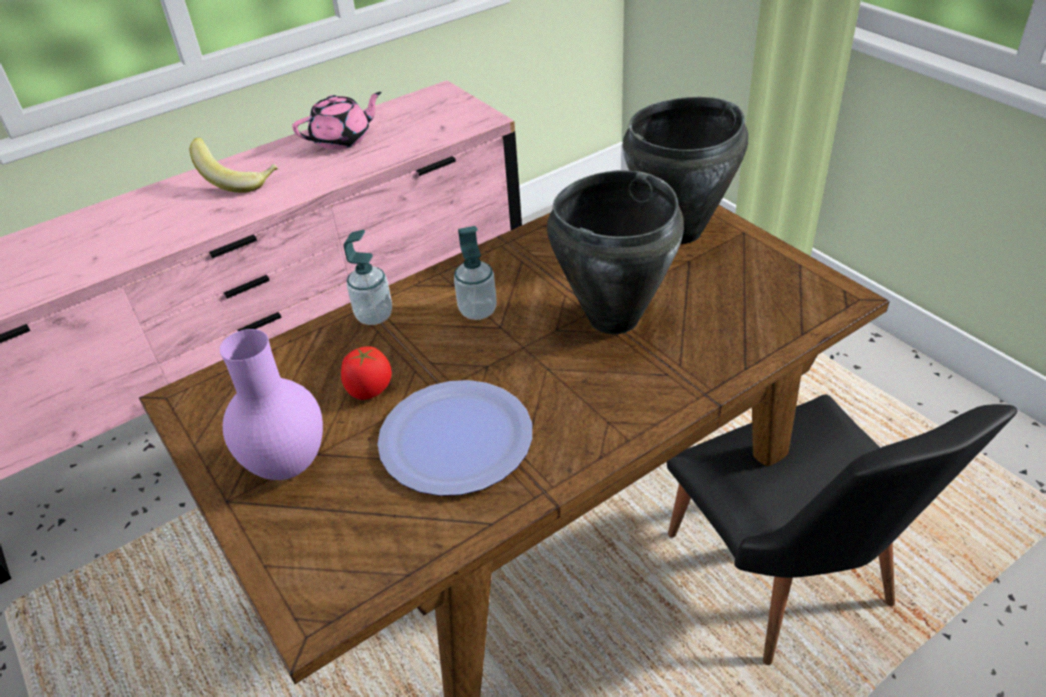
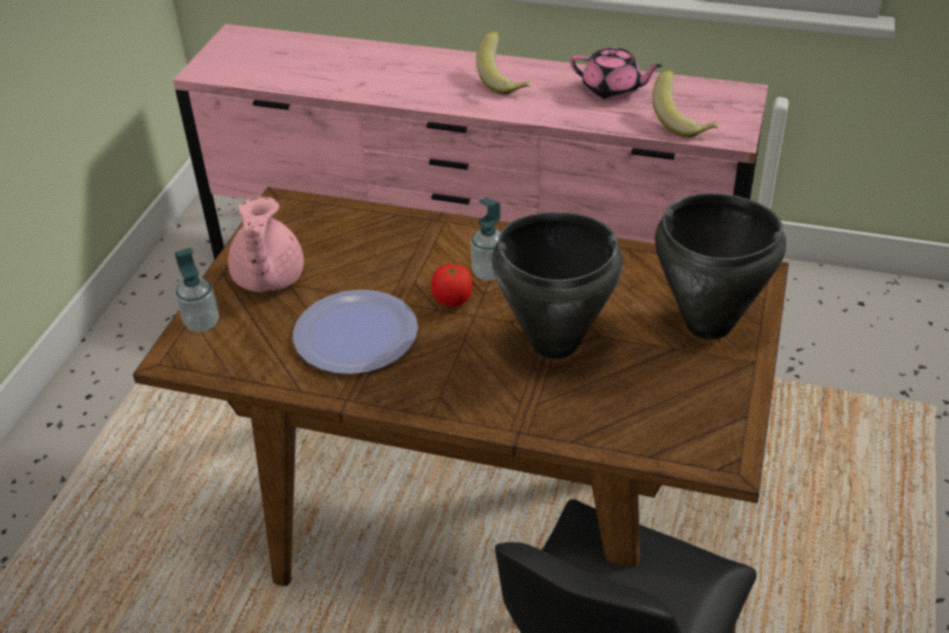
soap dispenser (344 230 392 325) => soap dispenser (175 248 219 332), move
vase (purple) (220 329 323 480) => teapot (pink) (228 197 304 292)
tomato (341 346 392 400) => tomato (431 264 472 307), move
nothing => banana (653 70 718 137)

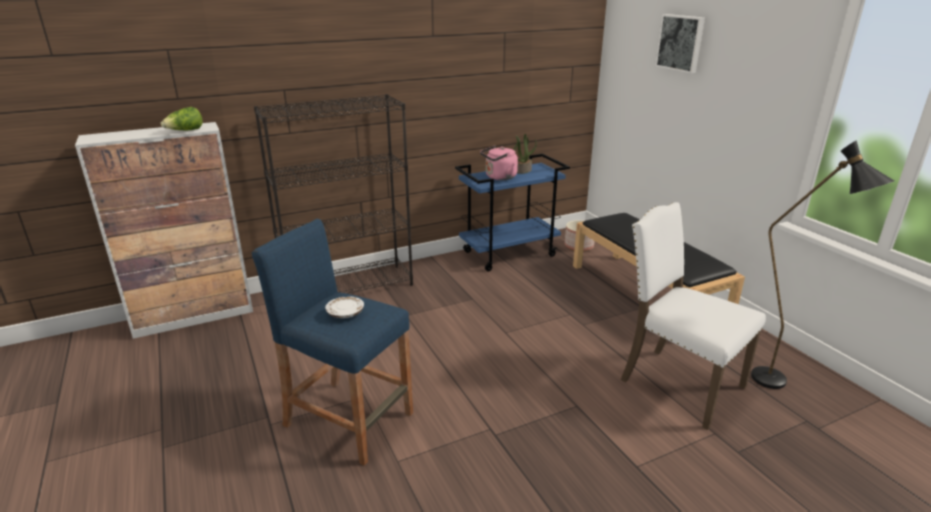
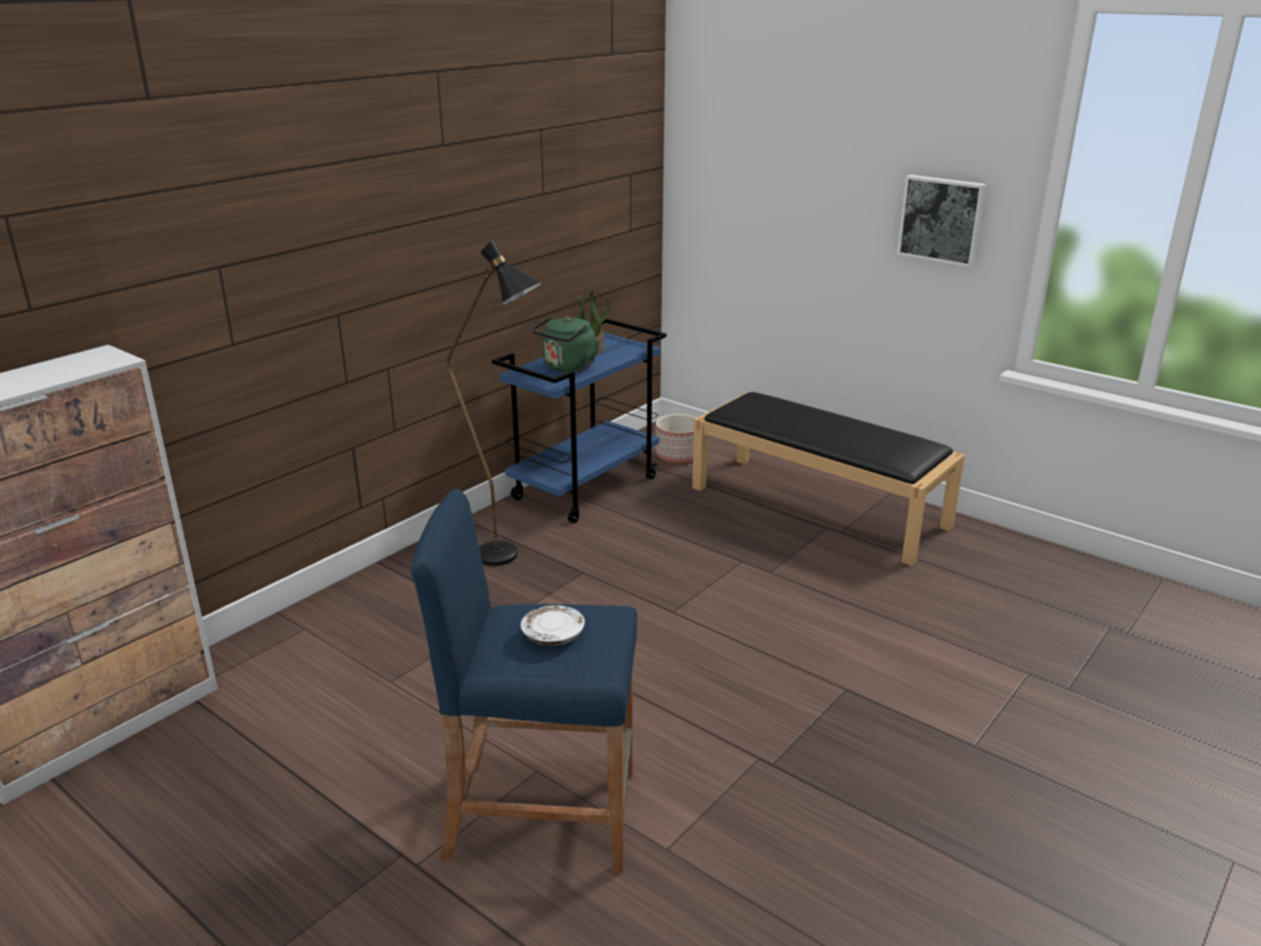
picture (655 14 705 73) => picture (897 175 987 267), move
bookcase (black) (254 94 413 294) => nothing
lettuce (161 107 202 130) => nothing
floor lamp (black) (751 140 894 389) => floor lamp (black) (447 240 542 566), move
kettle (pink) (480 145 518 180) => kettle (green) (532 316 599 372)
chair (white) (620 202 766 430) => nothing

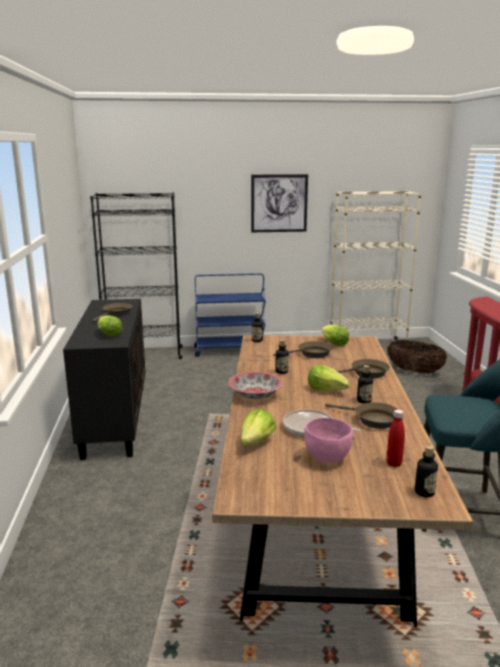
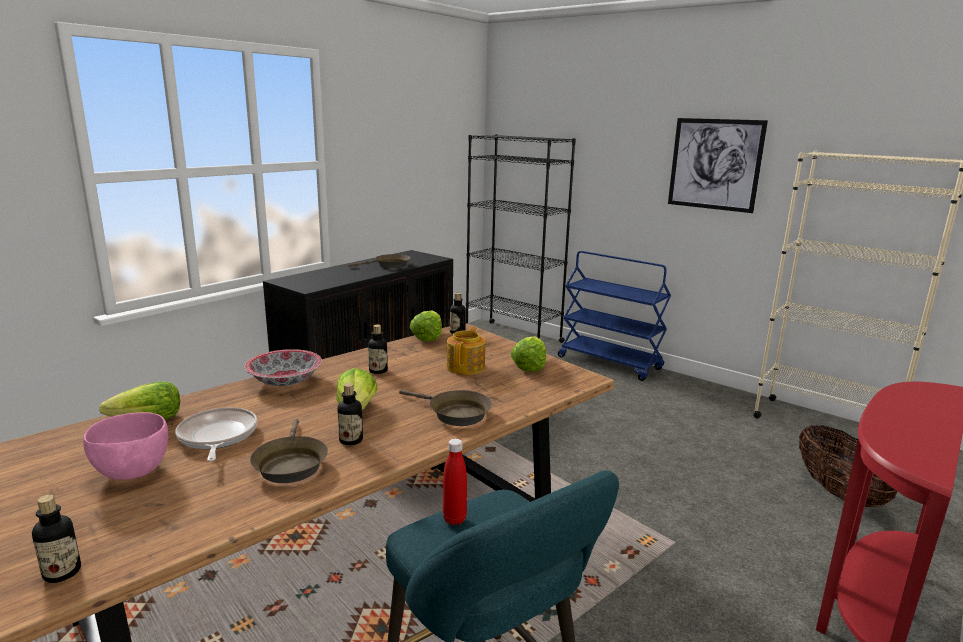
lettuce (98 315 123 336) => lettuce (410 311 442 341), move
frying pan (brown) (273 341 333 358) => teapot (446 326 486 375)
bottle (red) (386 409 405 467) => bottle (red) (443 439 467 525), move

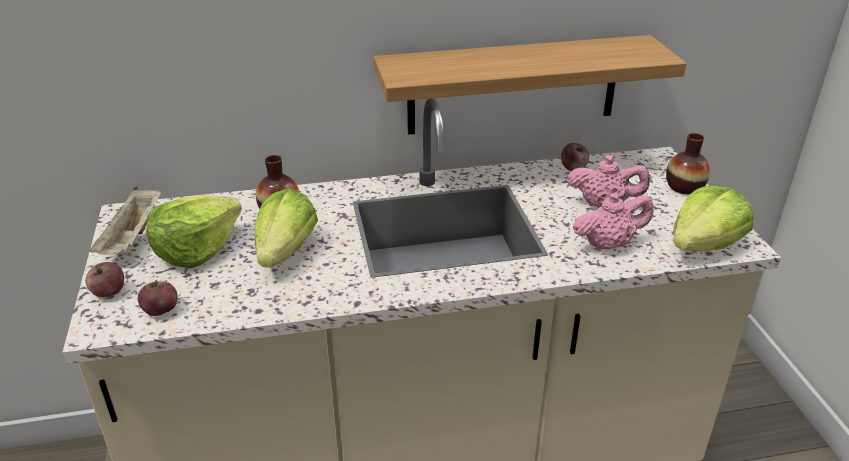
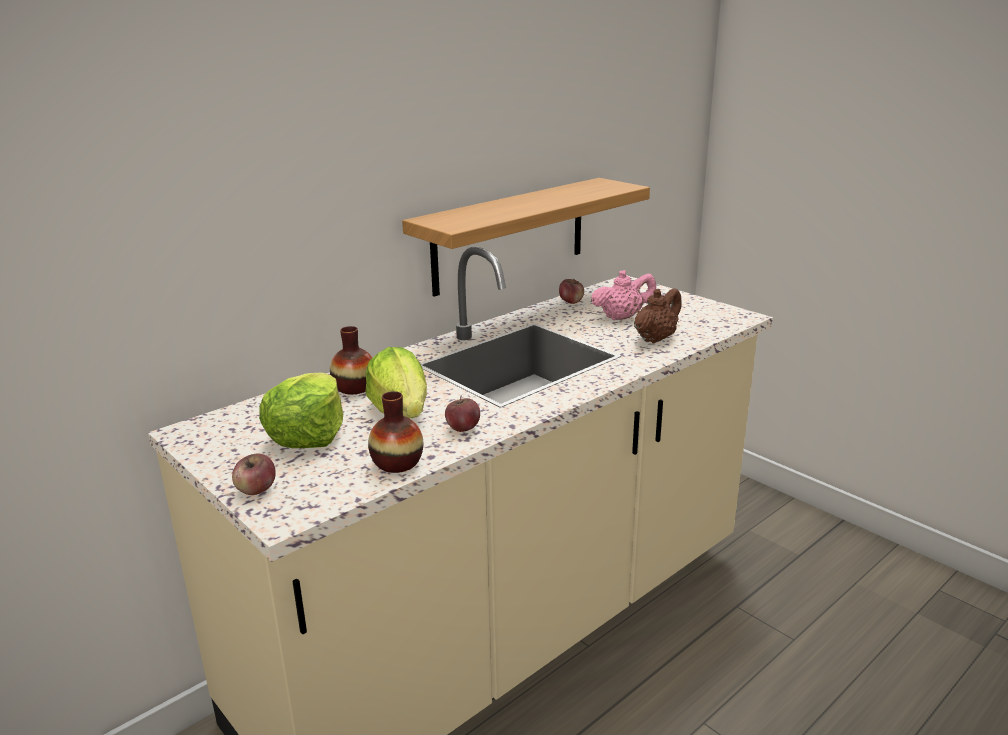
vase (666 133 710 195) => vase (368 391 423 473), move
tray (beige) (90 186 161 255) => nothing
lettuce (673 186 754 252) => nothing
teapot (pink) (573 192 653 250) => teapot (brown) (634 288 682 343)
apple (138 280 178 316) => apple (445 396 480 432), move

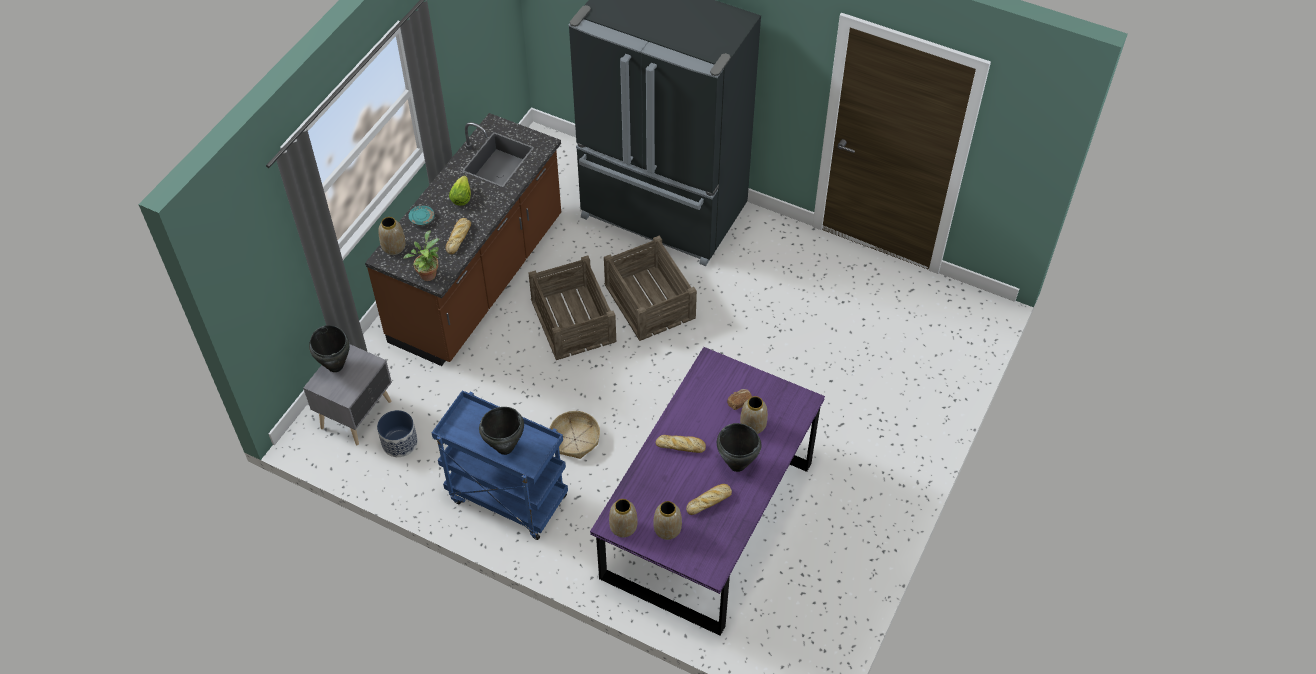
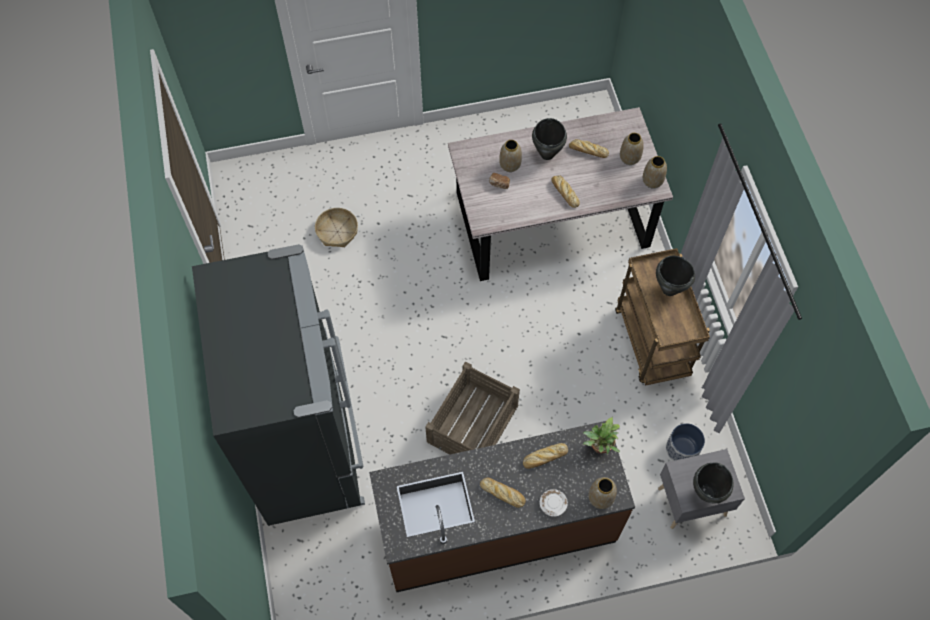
lettuce (449 176 471 206) => bread (480 478 526 508)
plate (turquoise) (408 206 434 226) => plate (white) (540 489 568 516)
crate (604 235 697 341) => nothing
dining table (purple) (590 347 825 636) => dining table (grey) (448 107 673 281)
cart (blue) (432 390 568 540) => cart (brown) (615 248 710 386)
basket (549 411 600 459) => basket (315 208 358 247), move

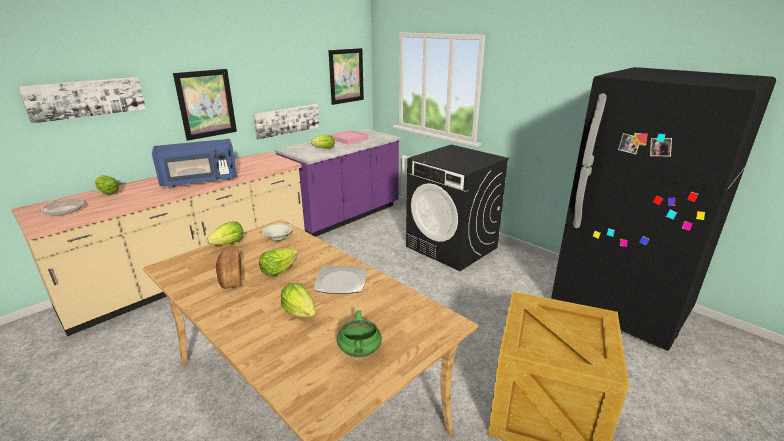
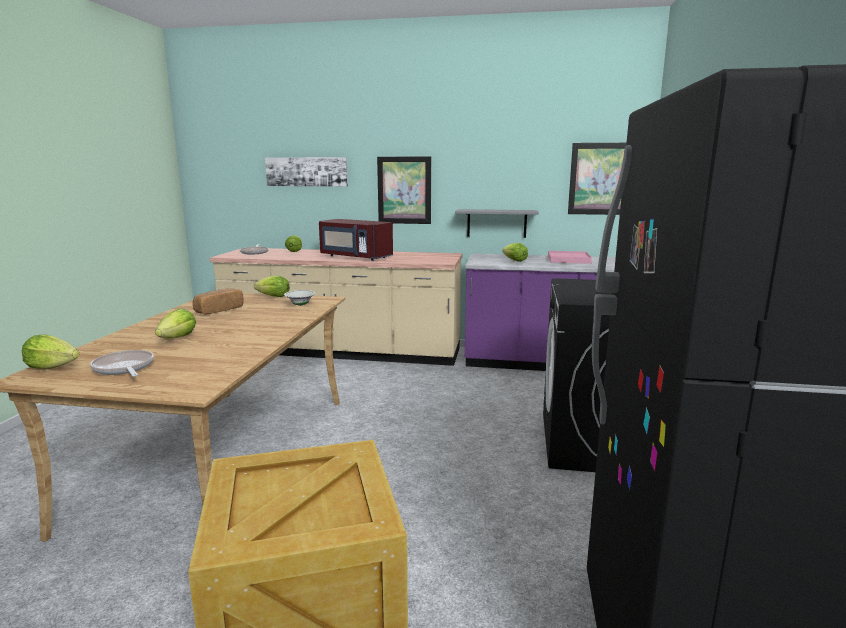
picture (253 104 319 140) => shelf (grey) (455 209 539 238)
microwave (blue) (152 139 237 187) => microwave (red) (319 219 393 261)
lettuce (259 248 298 276) => lettuce (22 335 79 369), move
plate (314 266 366 294) => nothing
cooking pot (green) (337 311 382 358) => frying pan (90 350 154 377)

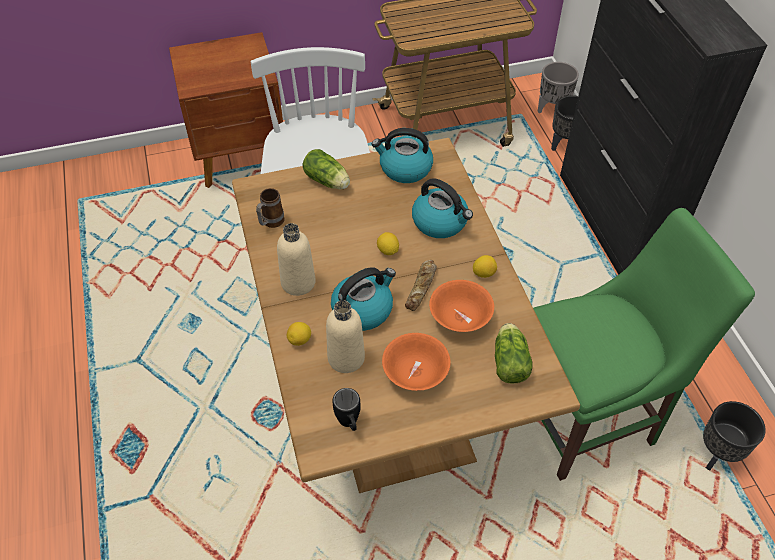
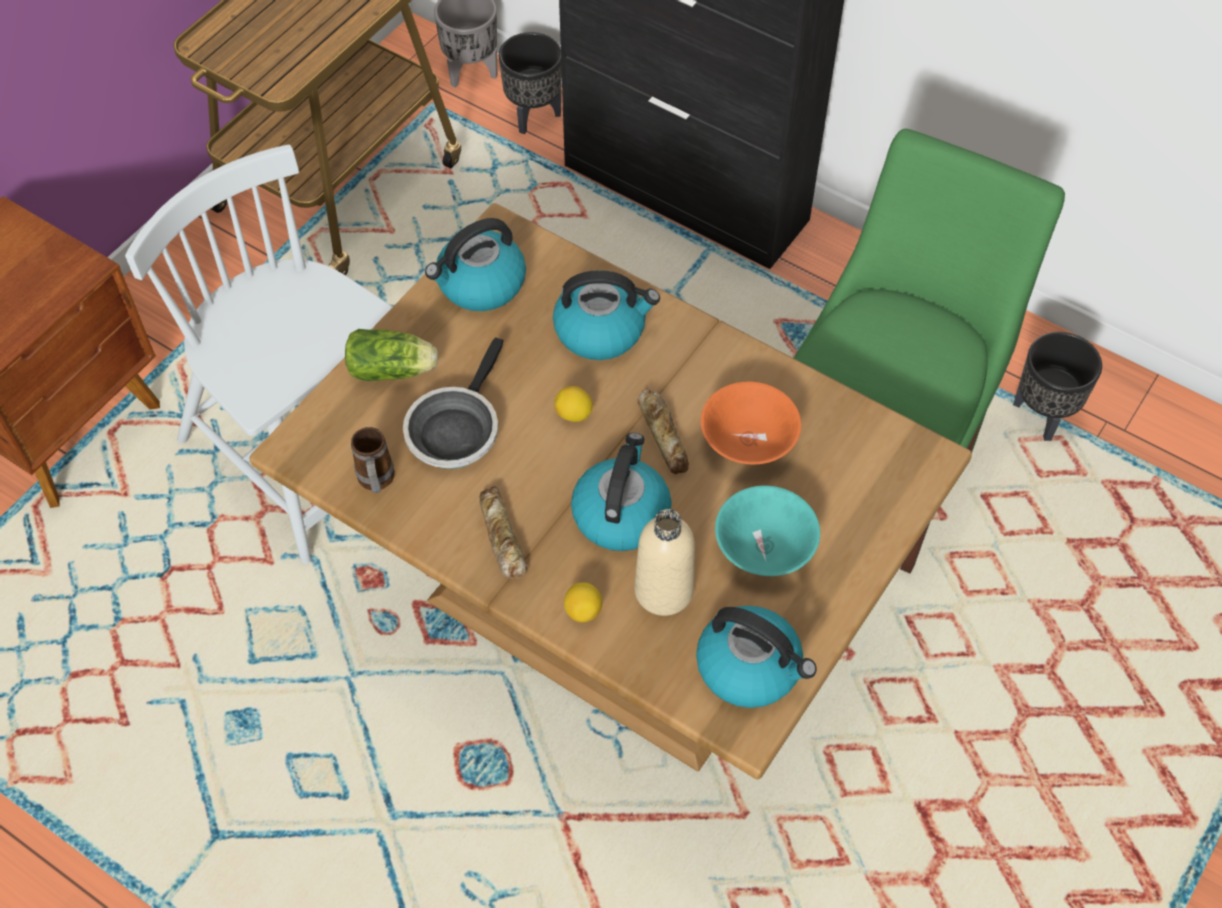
bottle (beige) (277 223 316 296) => bread (479 486 527 579)
lemon (473 255 497 278) => nothing
lettuce (495 323 533 384) => nothing
bowl (orange) (382 333 450 391) => bowl (turquoise) (715 486 820 576)
mug (black) (333 388 361 431) => kettle (696 606 817 708)
nothing => frying pan (403 337 504 469)

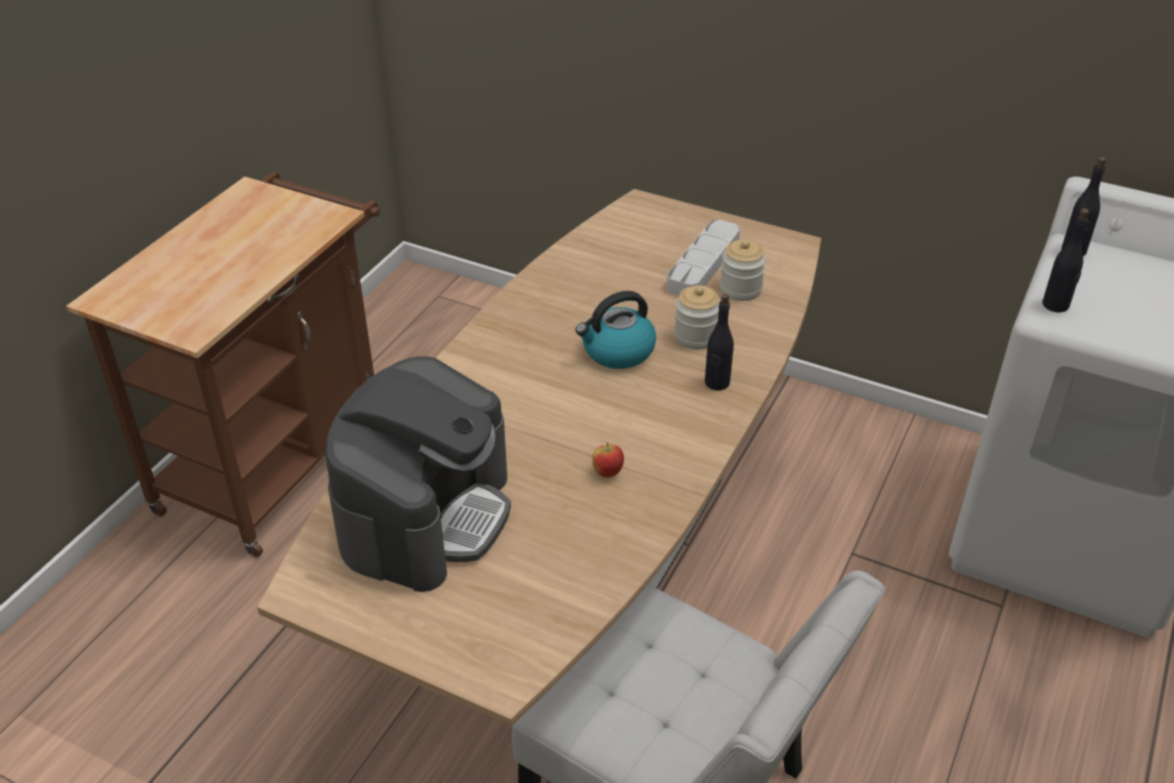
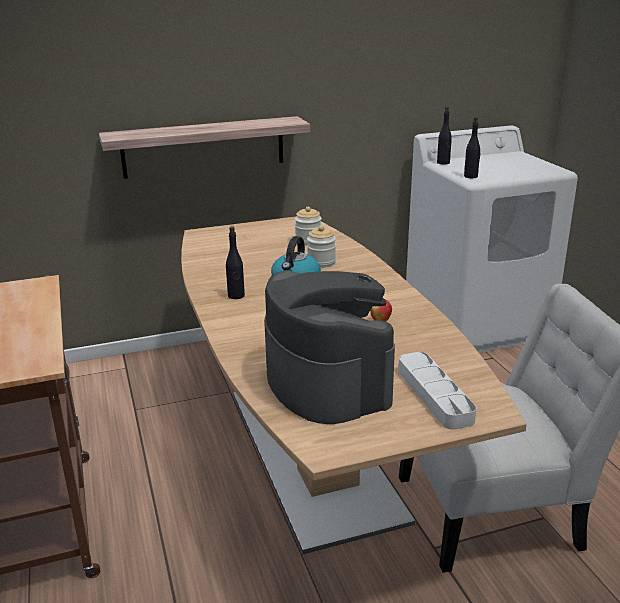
tray (grey) (667 220 740 295) => tray (grey) (398 352 476 430), move
bottle (black) (705 294 734 391) => bottle (black) (226 226 245 299), move
nothing => shelf (99 116 310 179)

